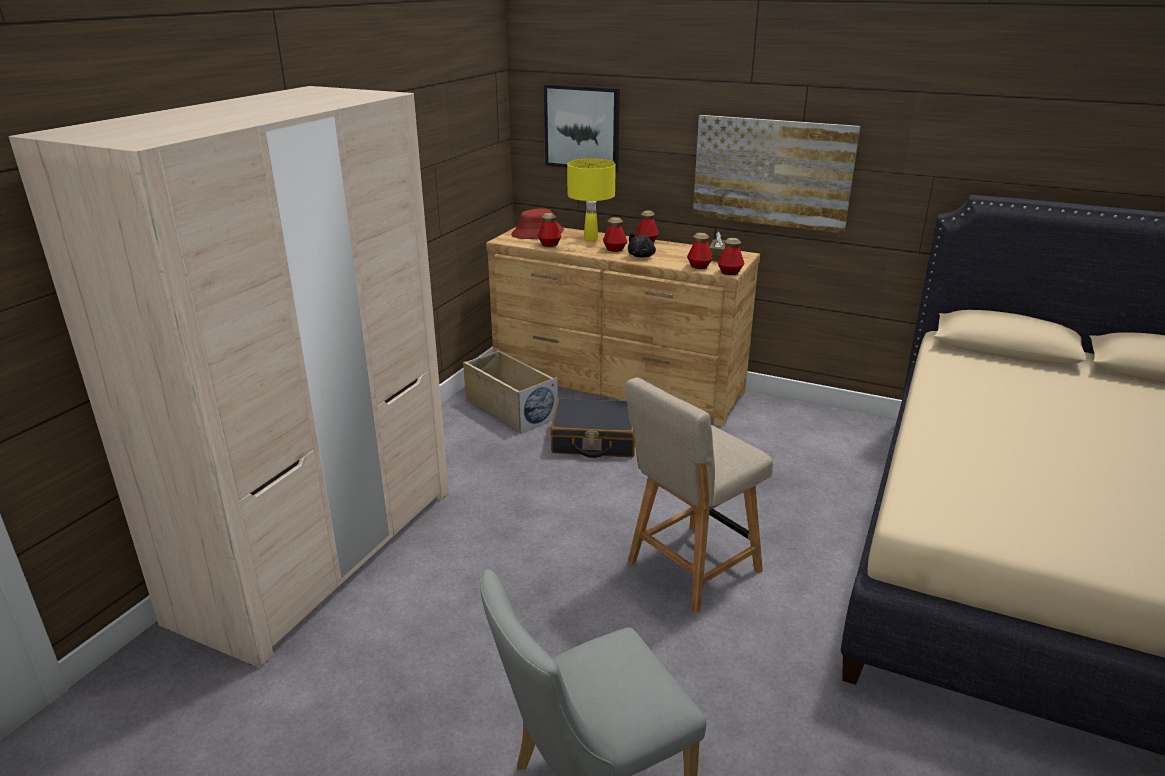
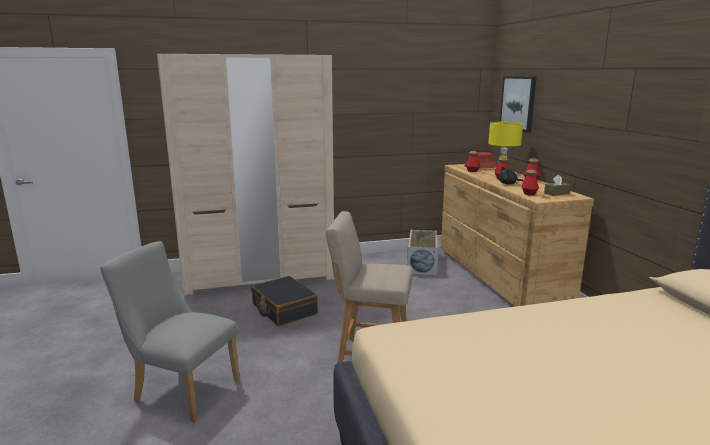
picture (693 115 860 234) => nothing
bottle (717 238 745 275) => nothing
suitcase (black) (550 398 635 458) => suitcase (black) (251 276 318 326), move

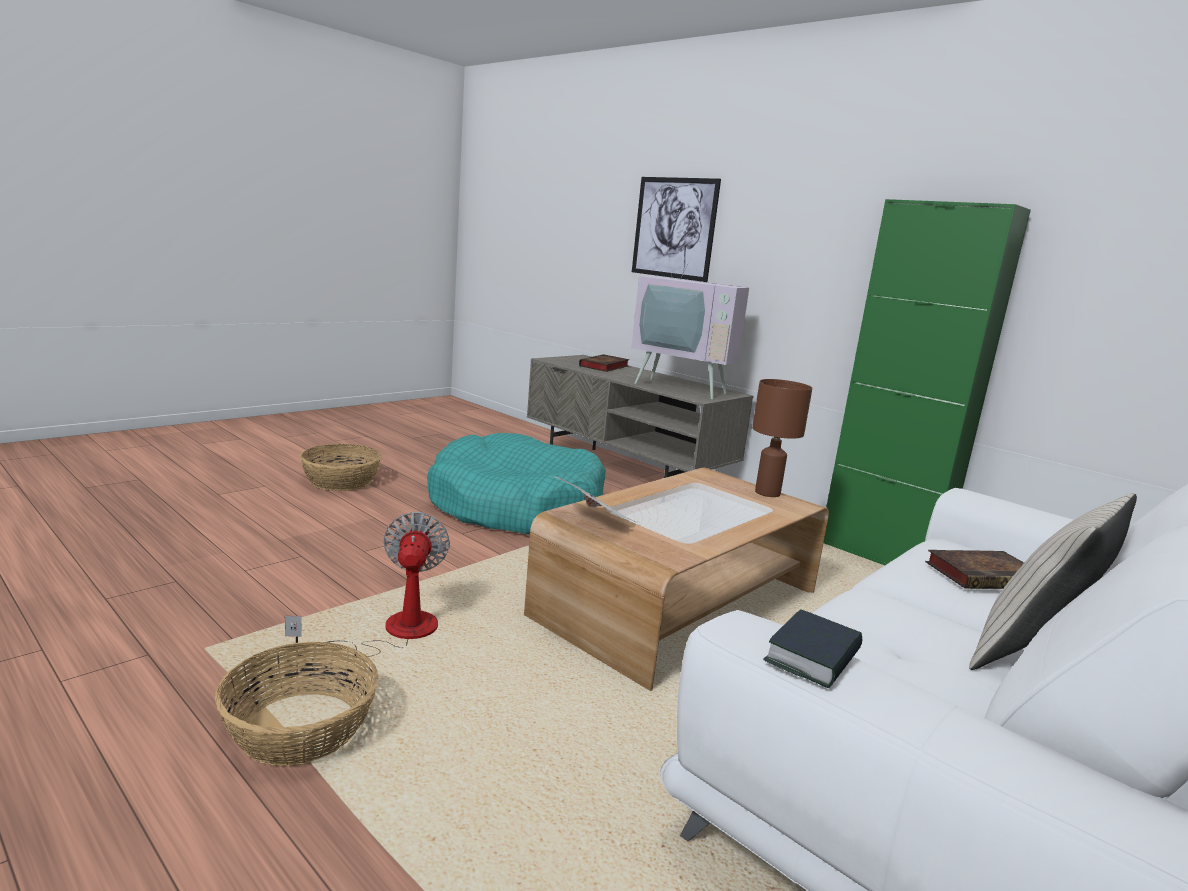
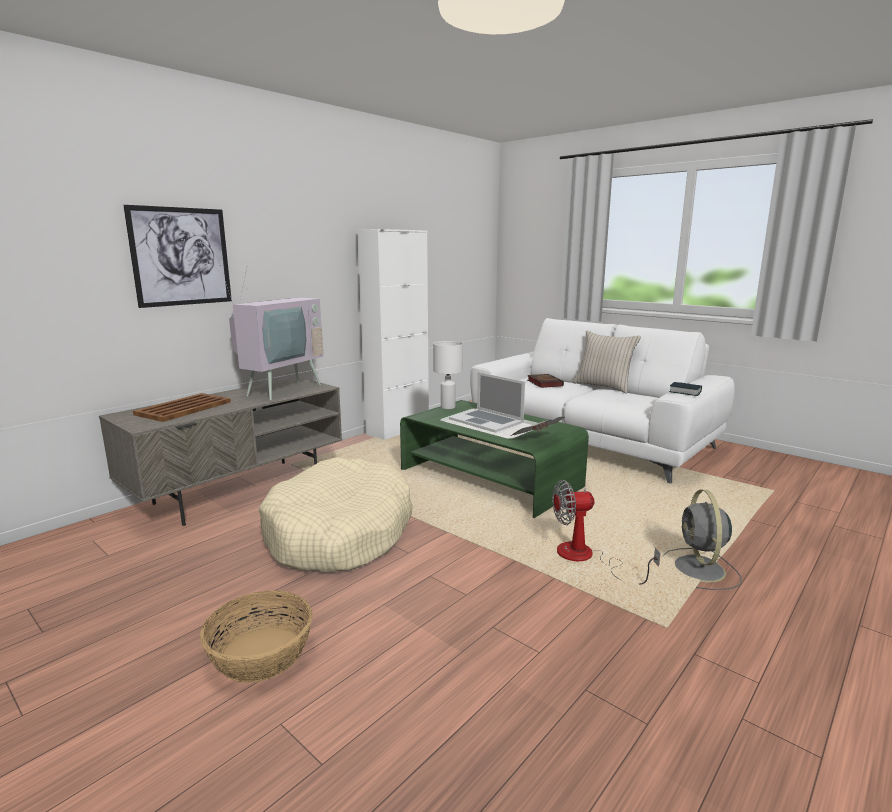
cabinet (green) (824 199 1031 565) => cabinet (white) (357 229 429 440)
book (579 354 630 372) => tray (brown) (133 393 231 422)
table lamp (brown) (752 379 812 497) => table lamp (white) (433 341 463 409)
dog bed (turquoise) (427 433 606 535) => dog bed (beige) (259 457 413 572)
coffee table (brown) (524 467 829 691) => coffee table (green) (400 400 589 518)
basket (215 642 378 766) => fan (grey) (662 490 742 590)
nothing => laptop (449 372 525 433)

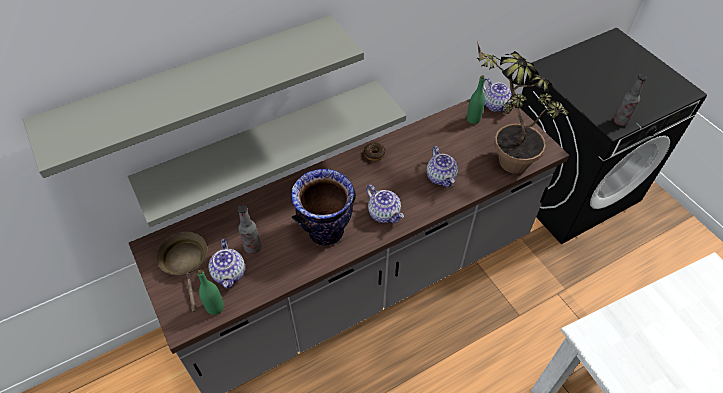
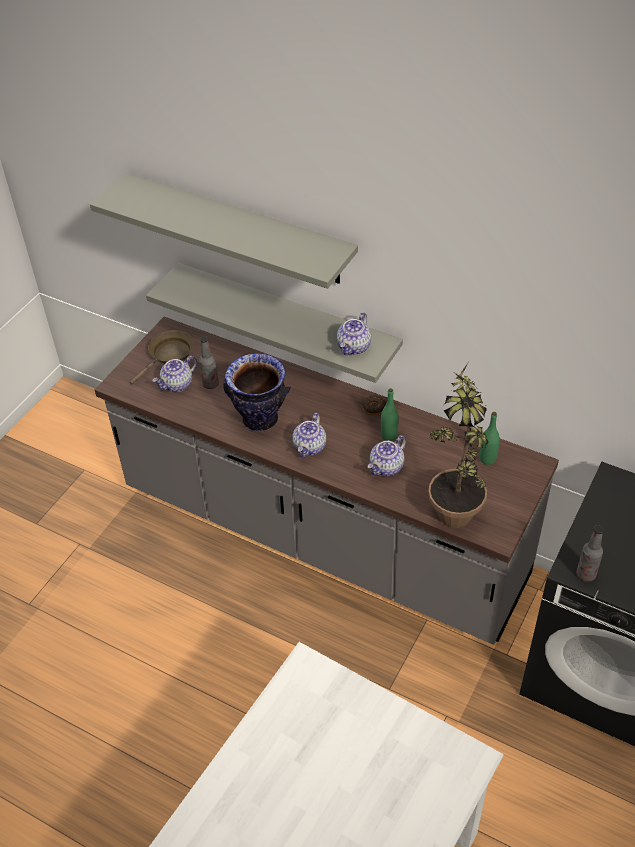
teapot (483 78 512 112) => teapot (337 312 371 355), move
bottle (green) (197 269 224 315) => bottle (green) (381 388 399 441), move

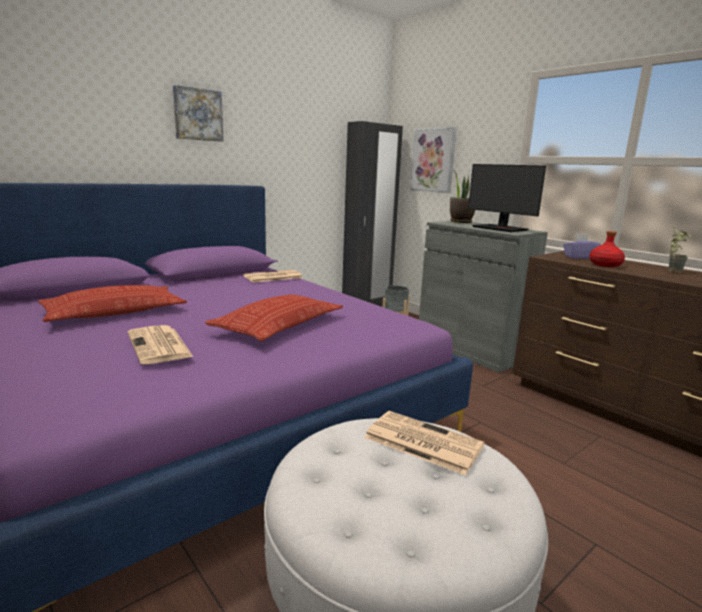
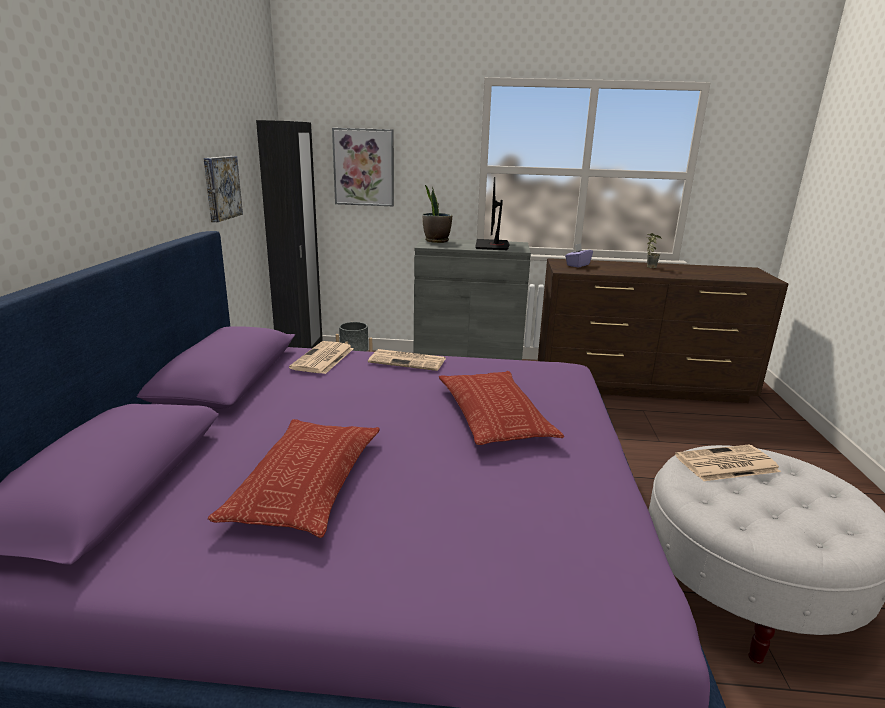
picture (173 85 223 142) => picture (204 156 243 222), move
monitor (468 164 546 232) => monitor (475 177 510 250), 90 degrees clockwise
bottle (red) (589 231 625 267) => nothing
newspaper (128 325 193 364) => newspaper (368 349 446 371), move

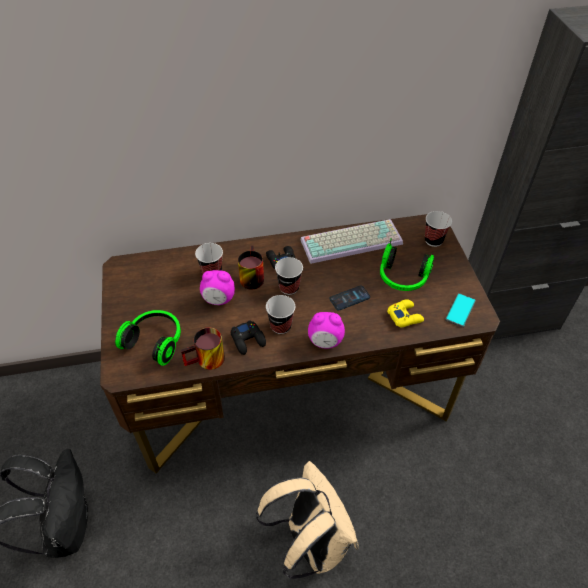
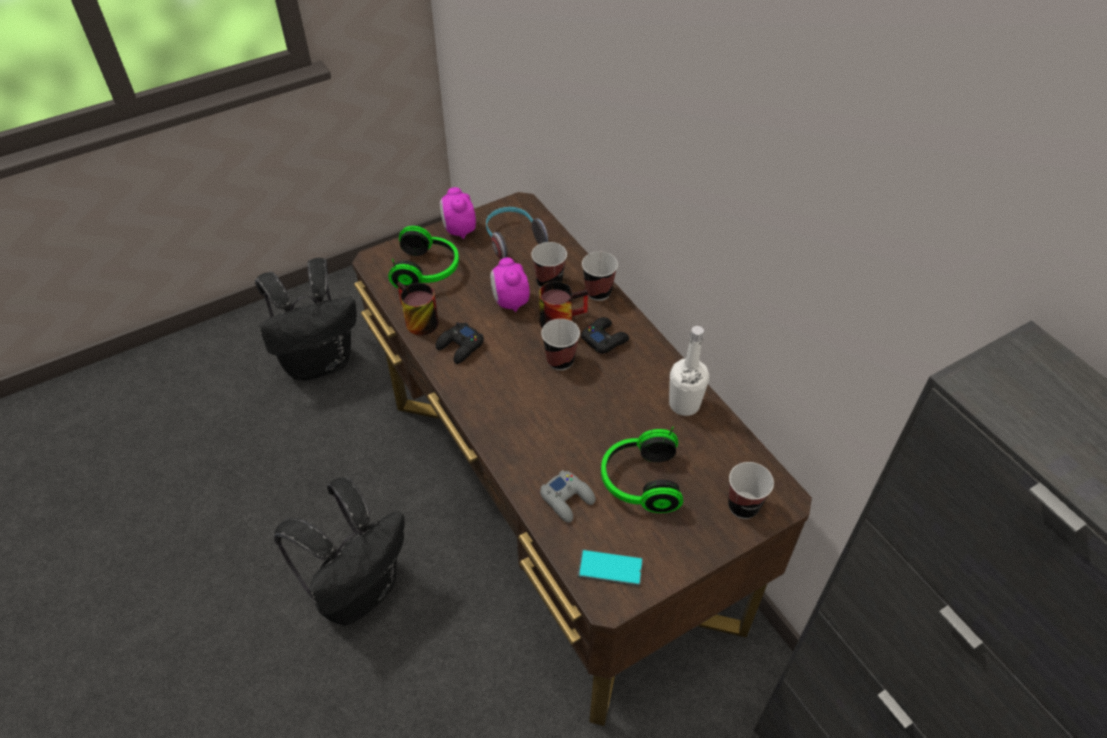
keyboard (301 219 403 264) => bottle (white) (669 326 710 416)
phone (330 285 370 311) => nothing
cup (266 295 295 334) => cup (582 252 618 301), move
game controller (yellow) (387 299 424 327) => game controller (grey) (540 470 595 523)
alarm clock (308 312 345 349) => alarm clock (440 187 476 239), move
backpack (beige) (256 461 359 579) => backpack (black) (274 477 405 626)
nothing => headphones (486 207 548 259)

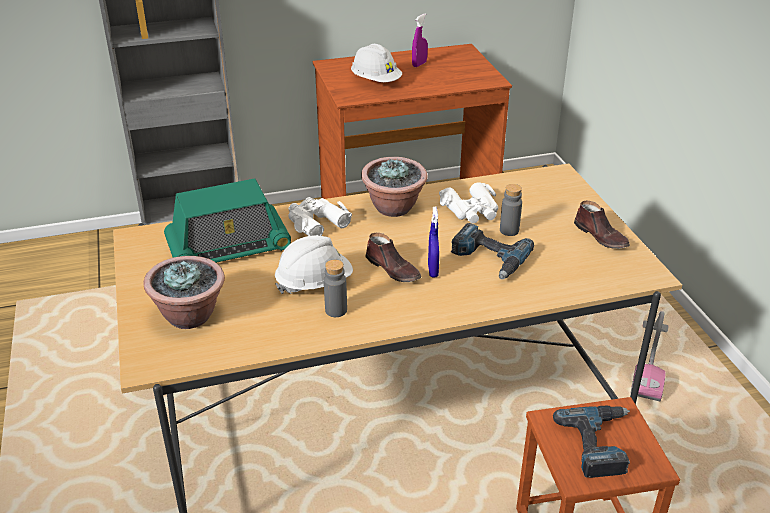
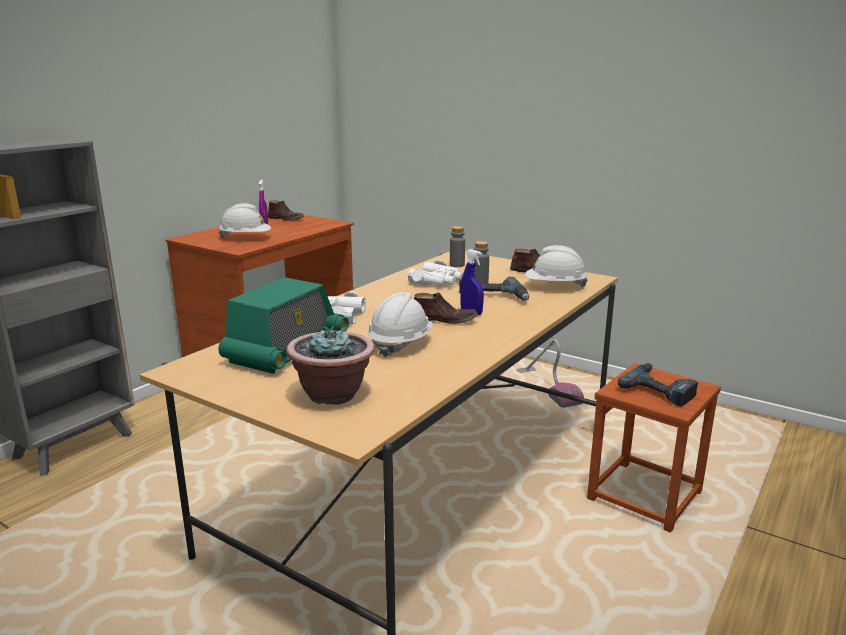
potted plant (361 157 428 217) => nothing
bottle (grey) (324 260 347 317) => bottle (grey) (450 226 465 267), move
nothing => shoe (brown) (268 200 304 221)
nothing => hard hat (white) (525 245 588 287)

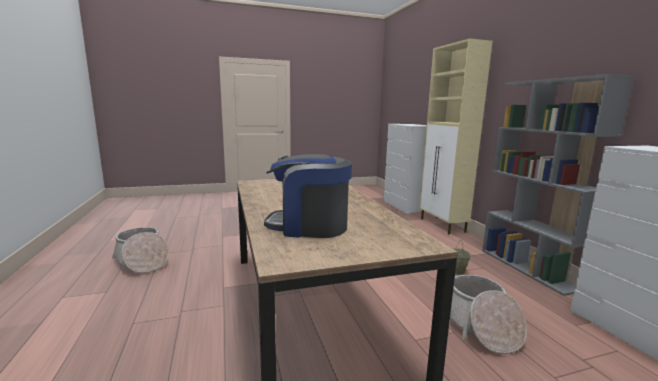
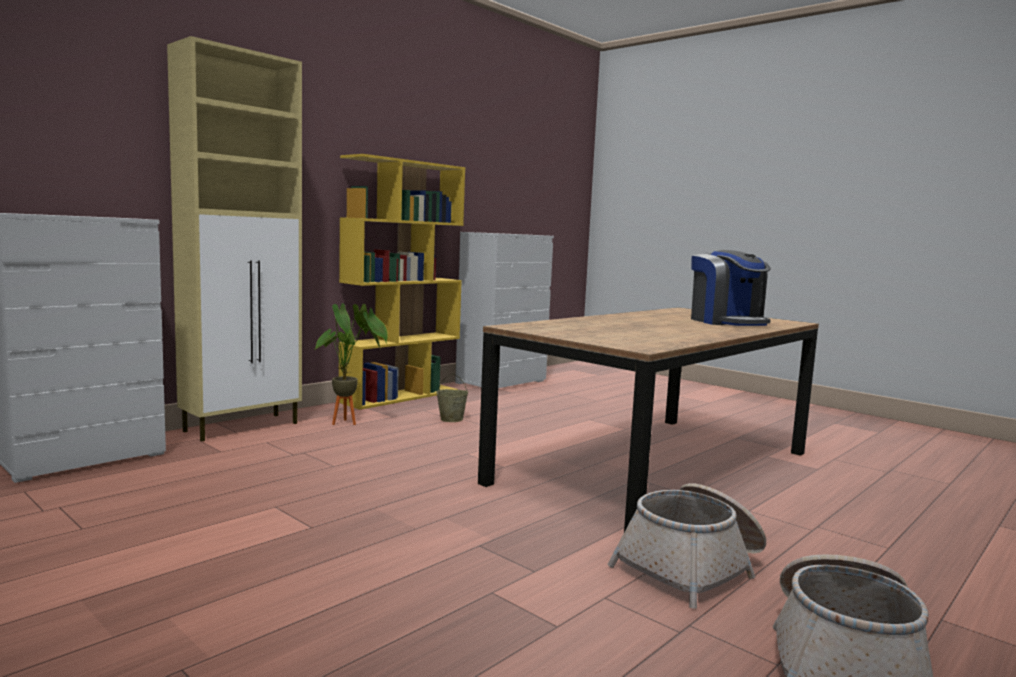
bookcase (grey) (482 74 634 296) => bookcase (yellow) (339 154 465 410)
basket (450 275 527 354) => basket (608 483 766 608), move
nothing => potted plant (314 303 388 425)

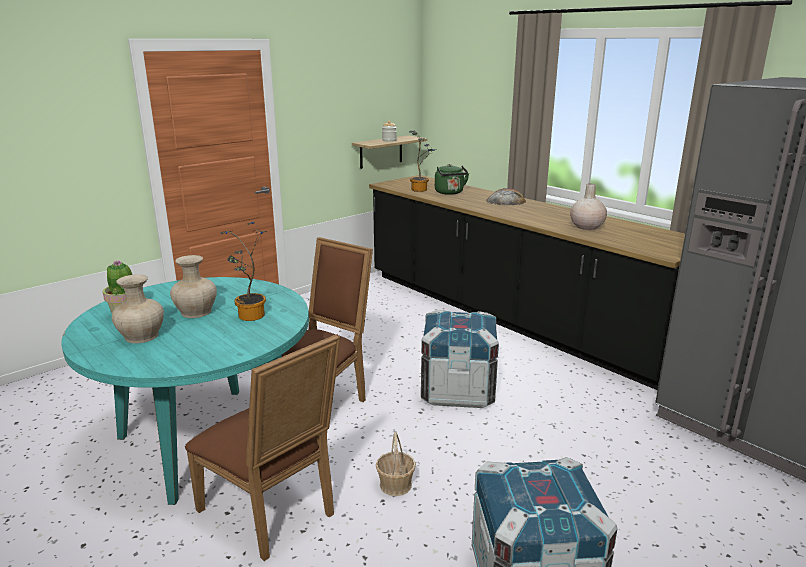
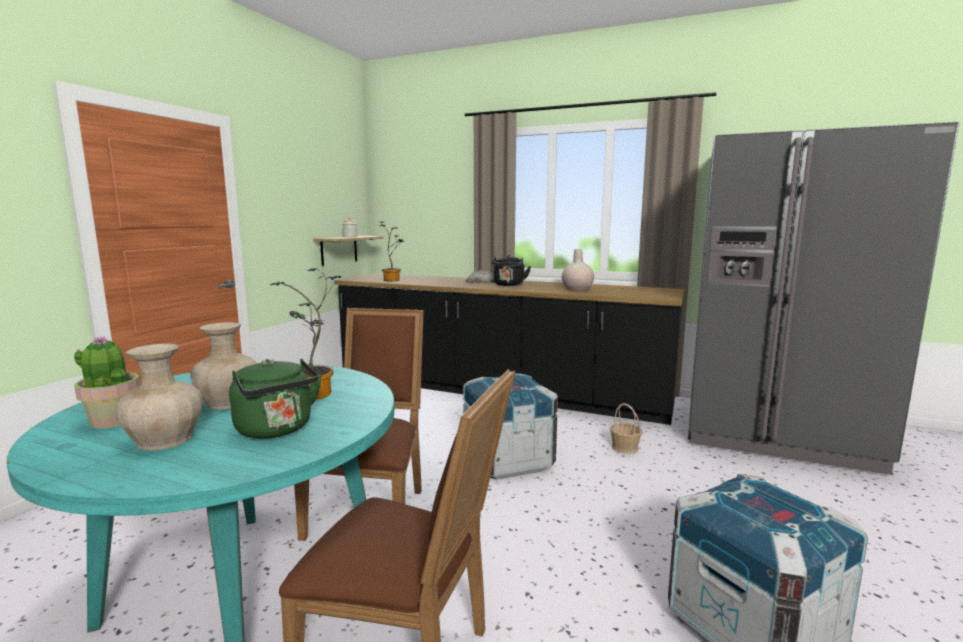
kettle (green) (435 164 469 195) => kettle (green) (229 358 322 439), move
basket (376 432 416 496) => basket (610 403 643 454), move
nothing => kettle (black) (491 255 531 286)

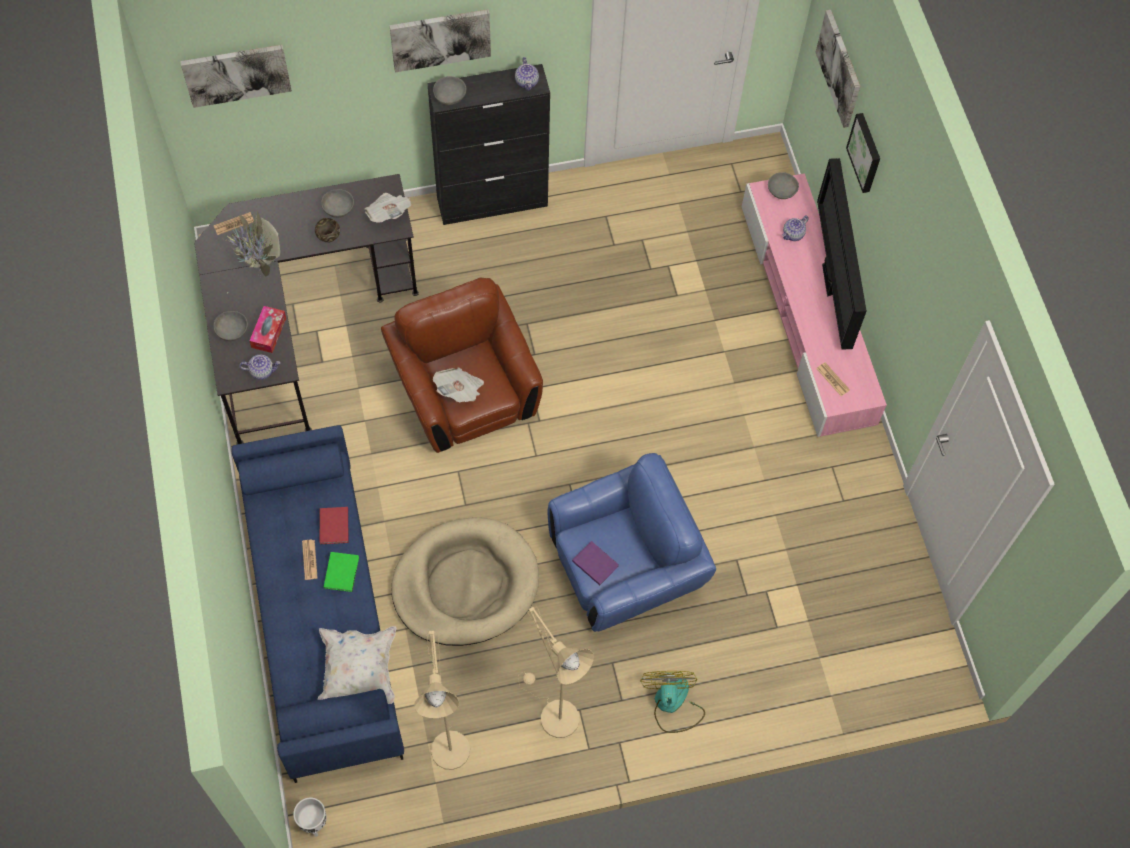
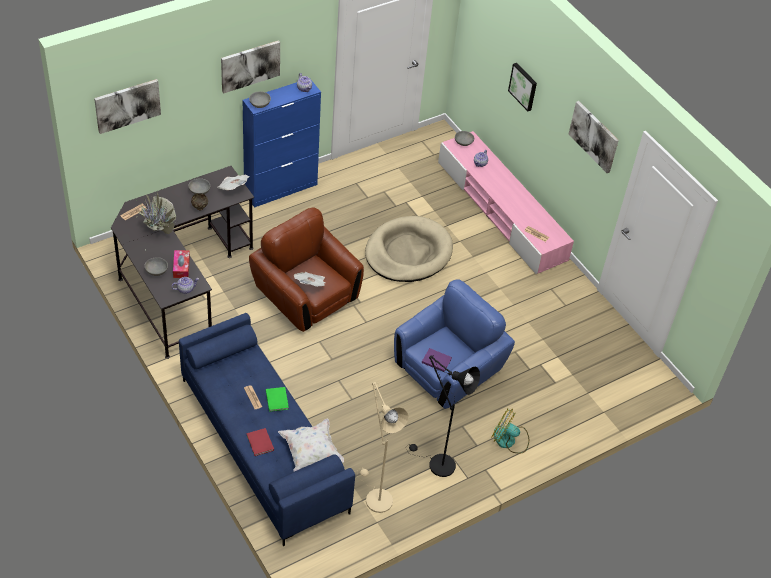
picture (815 10 860 128) => picture (569 101 619 173), move
cabinet (black) (427 64 550 225) => cabinet (blue) (242 80 321 208)
television (817 158 867 350) => nothing
book (red) (319 507 349 544) => book (red) (246 428 274 456), move
dog bed (beige) (391 517 539 646) => dog bed (beige) (365 216 453 282), move
floor lamp (beige) (518 606 594 738) => floor lamp (black) (405 355 480 477)
fan (640 671 705 733) => fan (491 409 529 453), 45 degrees counterclockwise
planter (white) (293 798 327 837) => nothing

